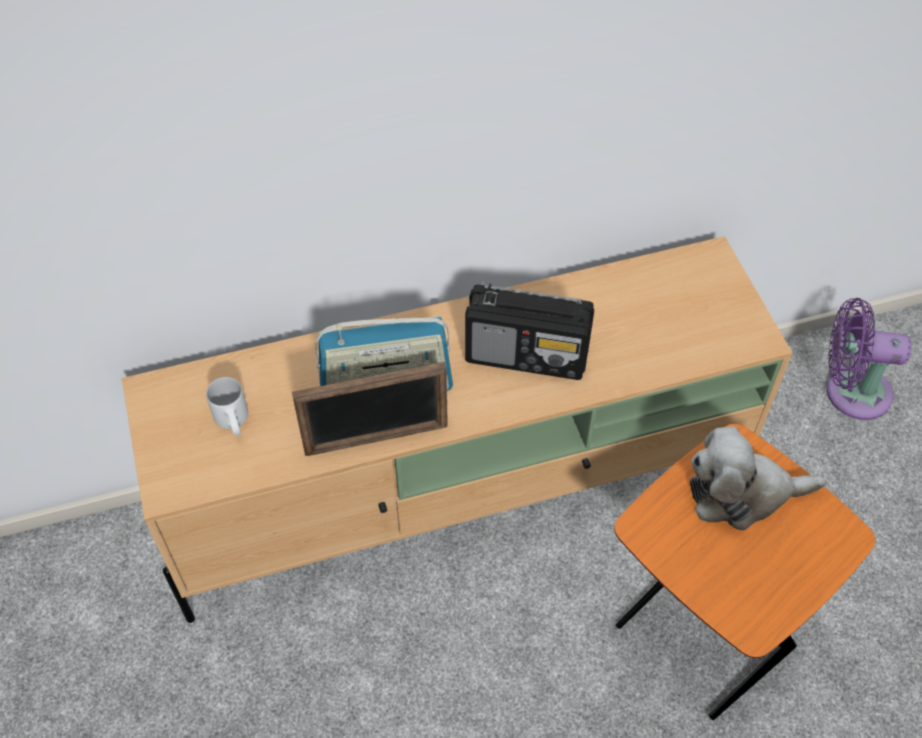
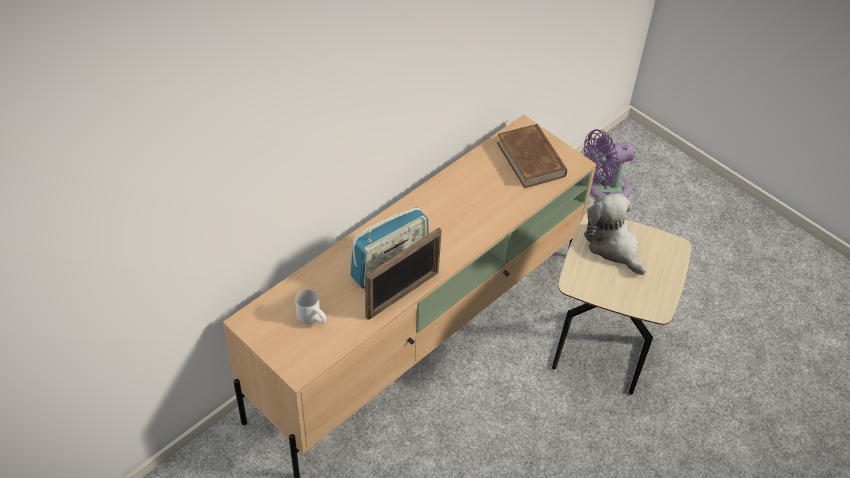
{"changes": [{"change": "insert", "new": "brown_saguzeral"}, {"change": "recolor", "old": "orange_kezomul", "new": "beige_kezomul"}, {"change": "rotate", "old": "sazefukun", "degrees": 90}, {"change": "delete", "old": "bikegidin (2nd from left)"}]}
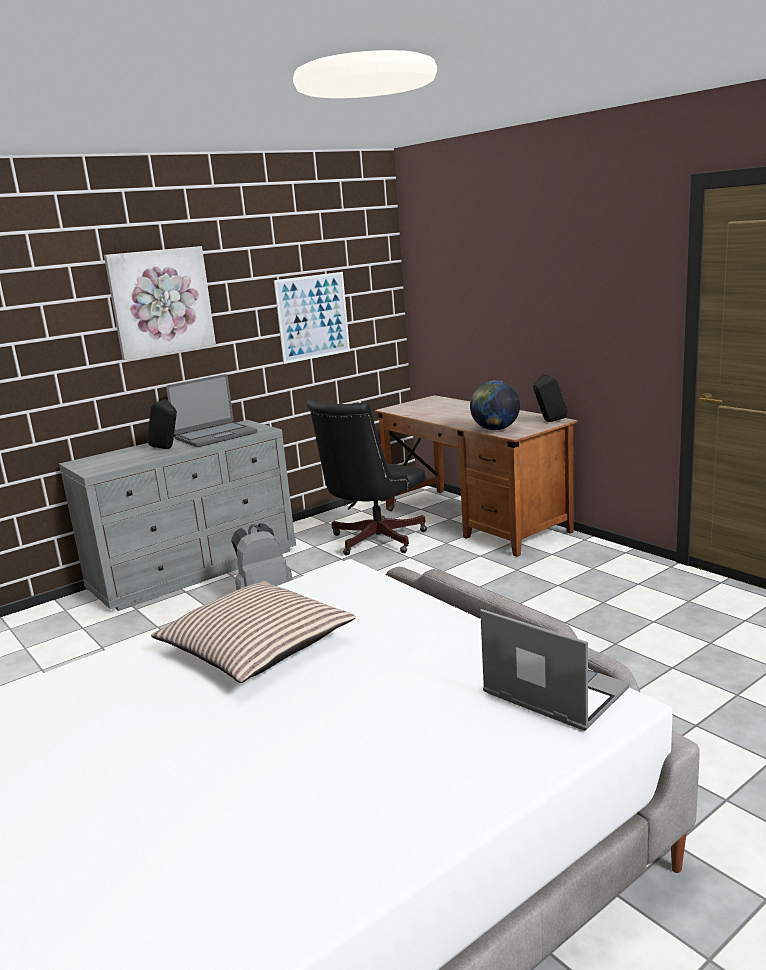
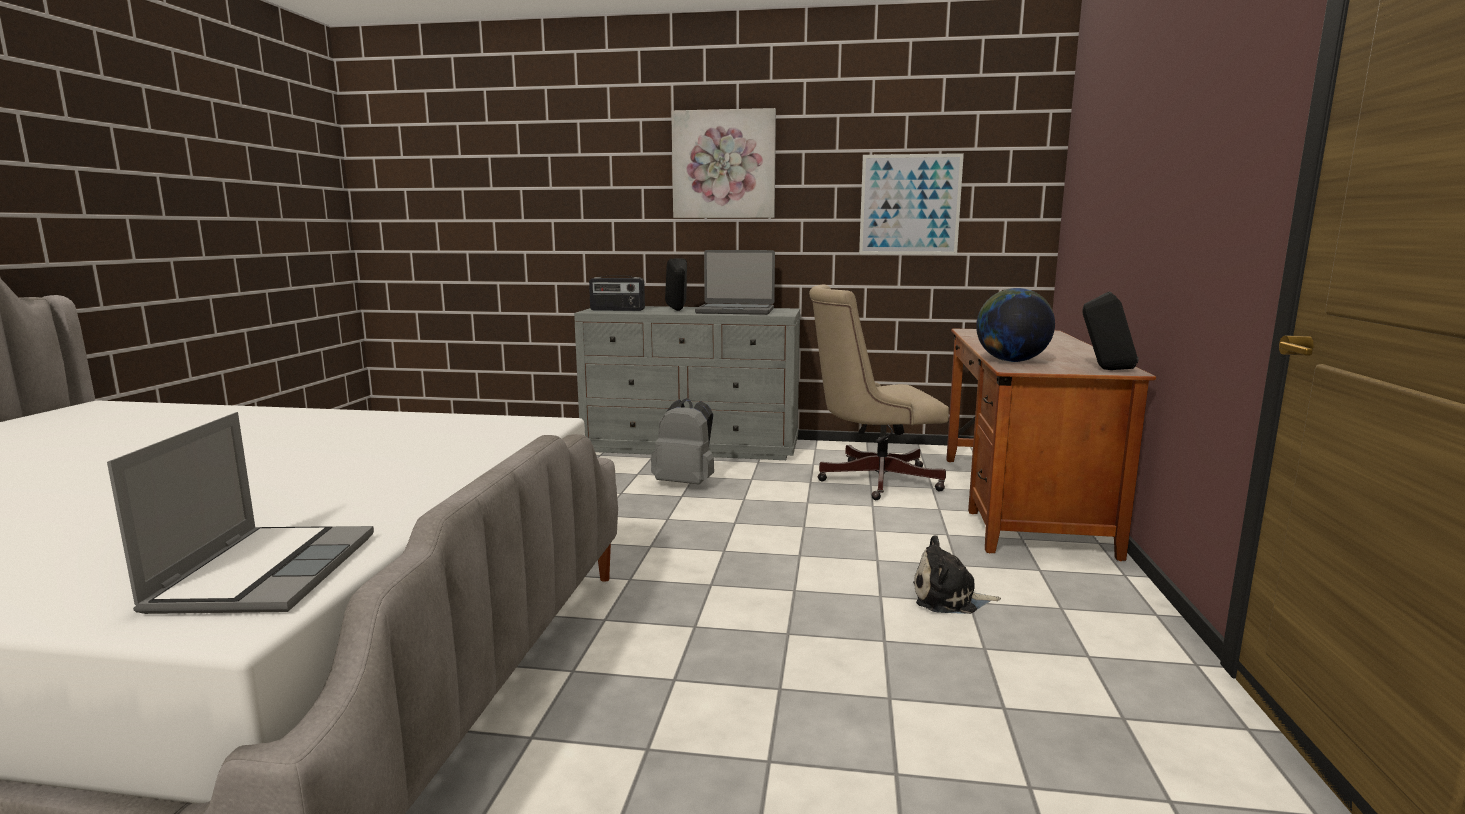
{"changes": [{"change": "insert", "new": "bikegidin"}, {"change": "recolor", "old": "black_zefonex", "new": "beige_zefonex"}, {"change": "insert", "new": "sazefukun"}, {"change": "delete", "old": "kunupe"}]}
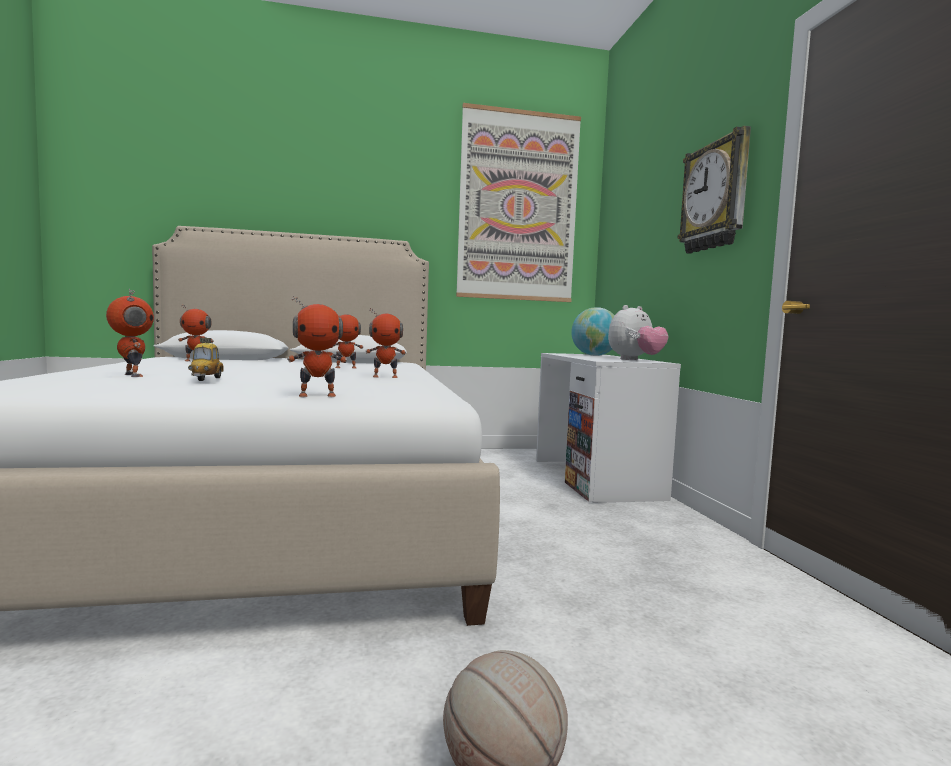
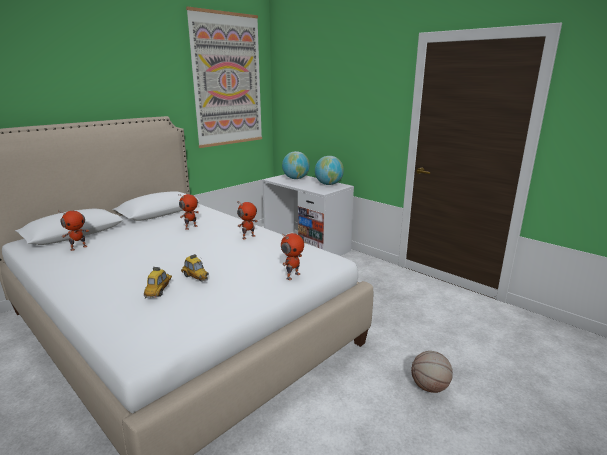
{"changes": [{"change": "replace", "old": "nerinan (1st from left)", "new": "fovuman (1st from left)"}, {"change": "replace", "old": "sazefukun", "new": "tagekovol (2nd from left)"}, {"change": "delete", "old": "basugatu"}]}
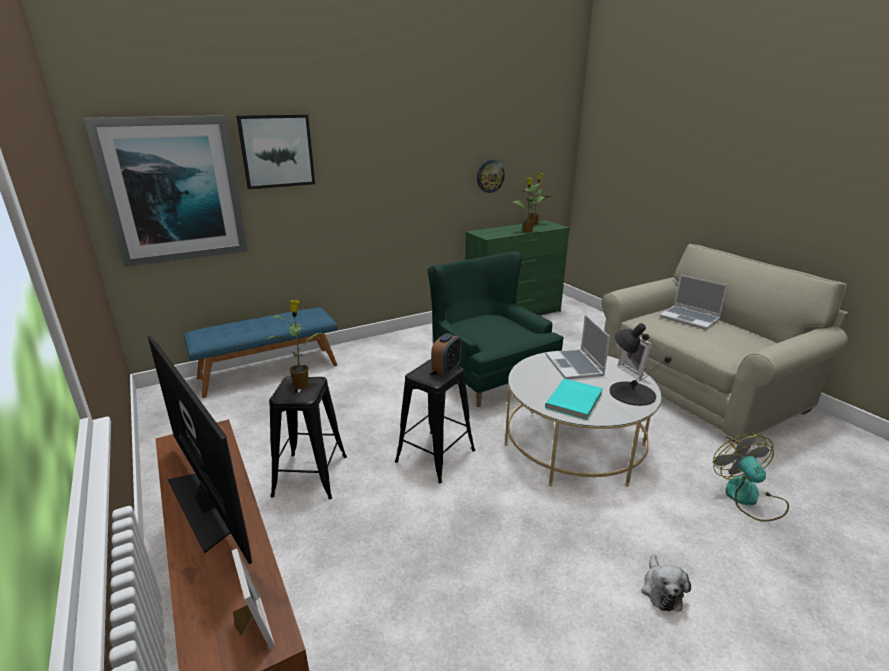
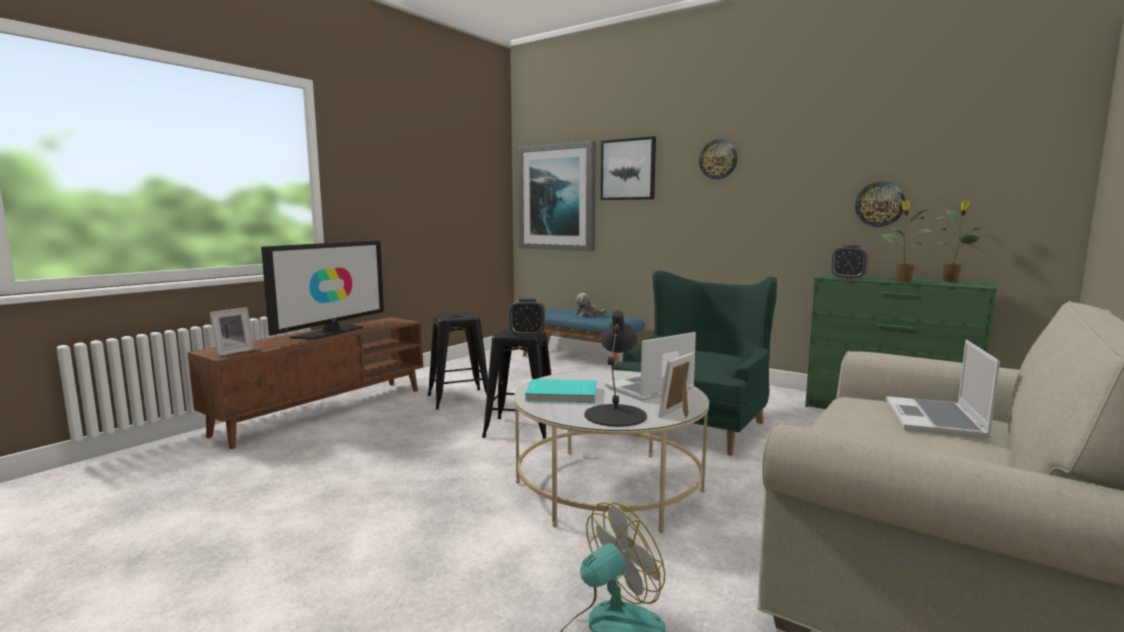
{"changes": [{"change": "move", "old": "sazefukun"}, {"change": "insert", "new": "basugatu (1st from left)"}, {"change": "insert", "new": "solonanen (2nd from left)"}, {"change": "delete", "old": "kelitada (1st from left)"}]}
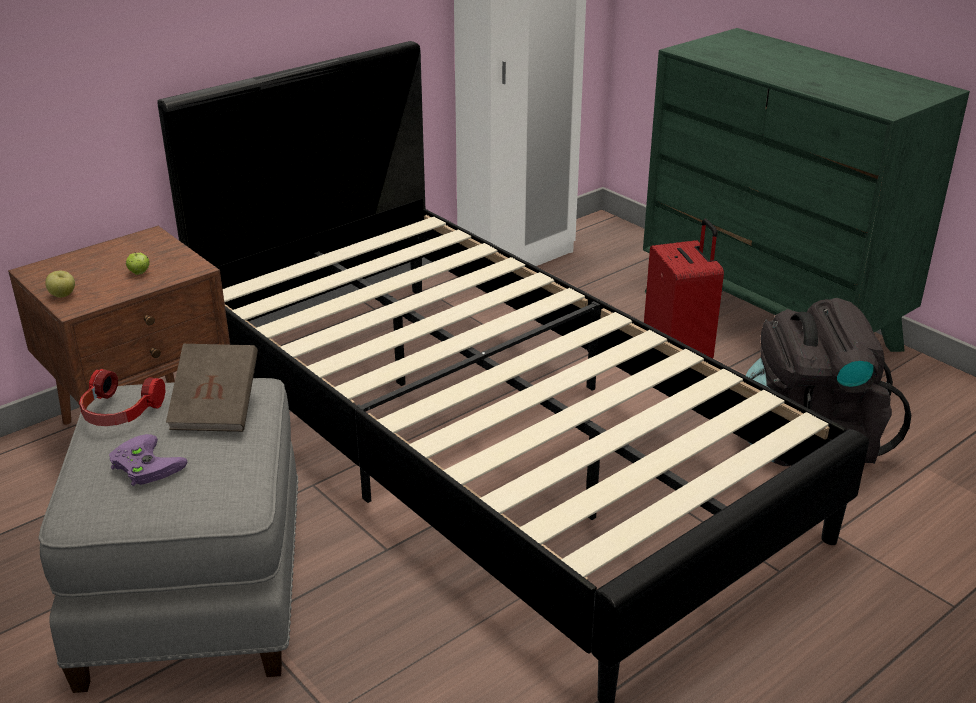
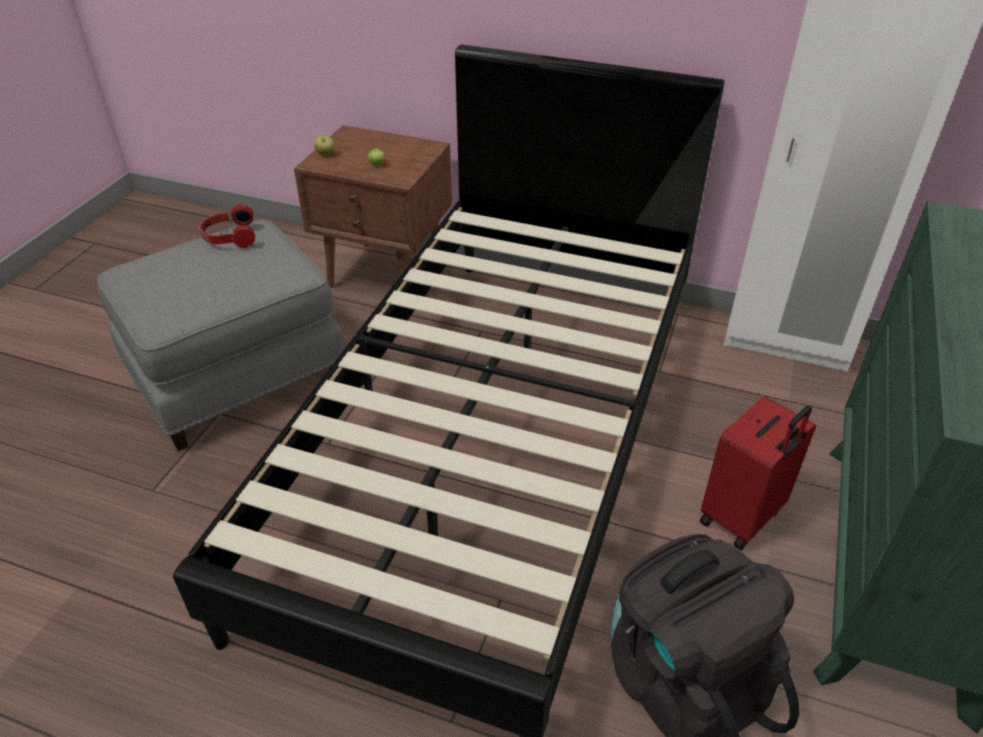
{"changes": [{"change": "delete", "old": "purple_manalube"}, {"change": "delete", "old": "brown_saguzeral"}]}
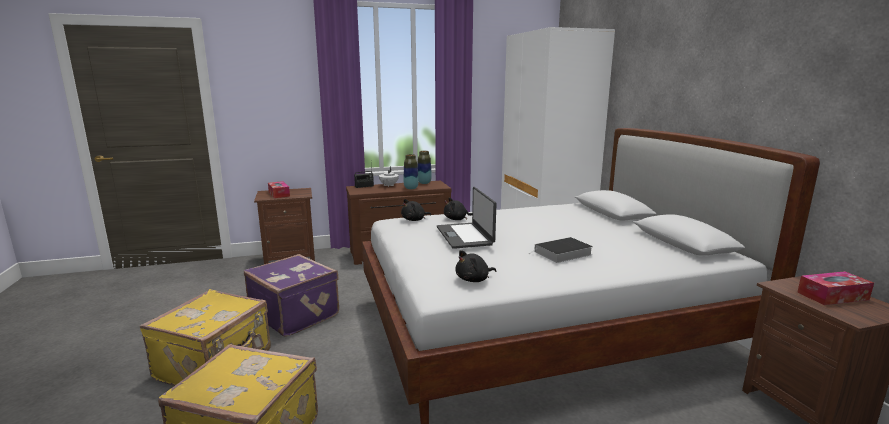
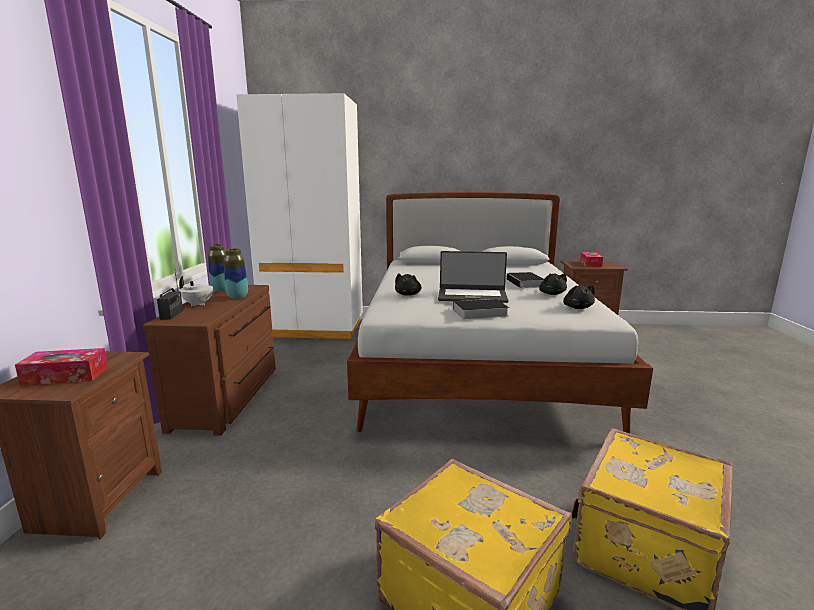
{"changes": [{"change": "insert", "new": "saguzeral (1st from left)"}, {"change": "move", "old": "black_sazefukun (1st from left in the first image)", "new": "black_sazefukun (2nd from left)"}, {"change": "delete", "old": "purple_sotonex"}]}
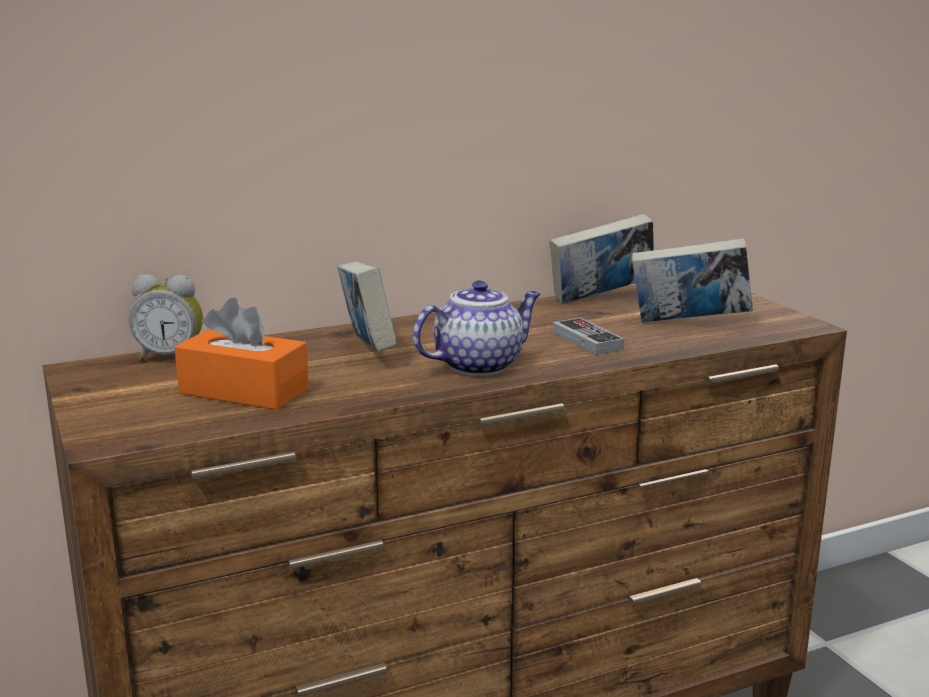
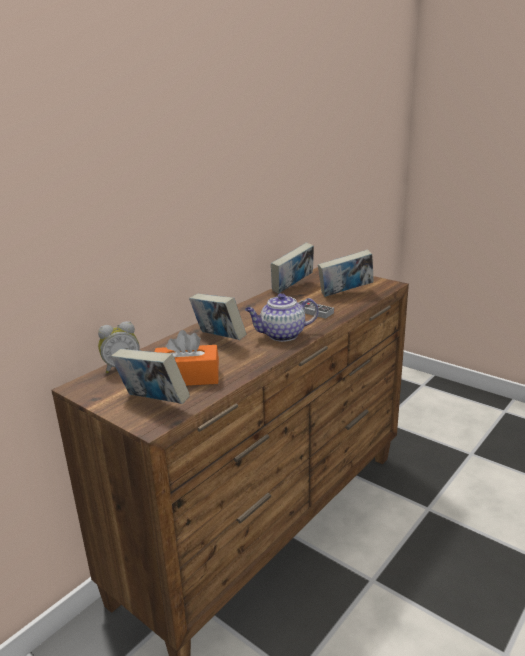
{"changes": [{"change": "insert", "new": "saguzeral (1st from left)"}, {"change": "rotate", "old": "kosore", "degrees": -135}]}
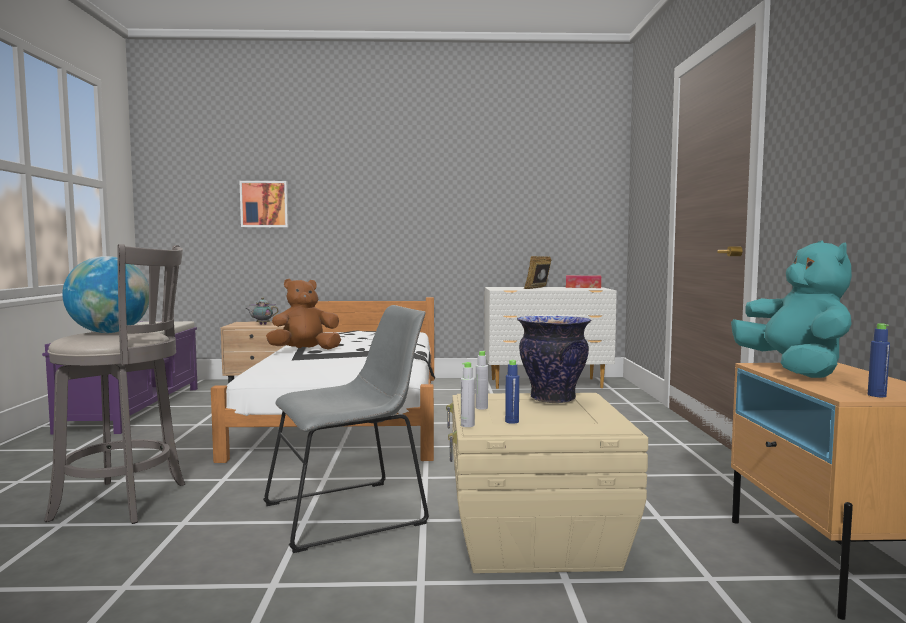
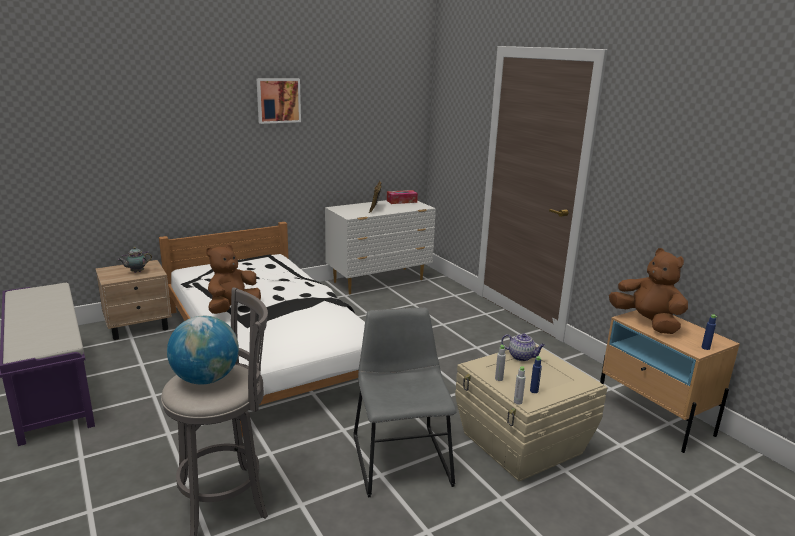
{"changes": [{"change": "move", "old": "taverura"}, {"change": "rotate", "old": "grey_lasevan", "degrees": -45}, {"change": "replace", "old": "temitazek", "new": "kosore (2nd from left)"}, {"change": "recolor", "old": "turquoise_sazefukun", "new": "brown_sazefukun (2nd from left)"}]}
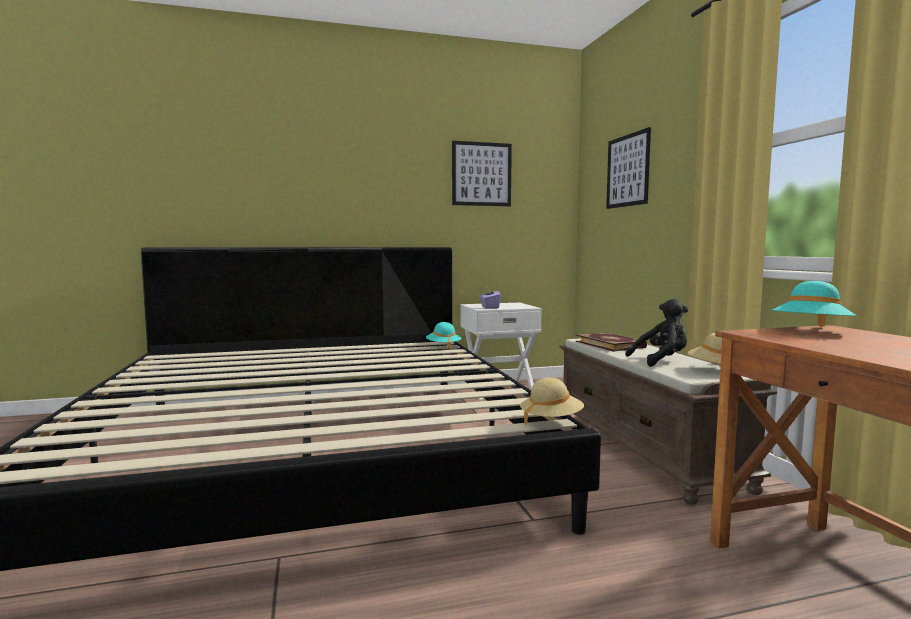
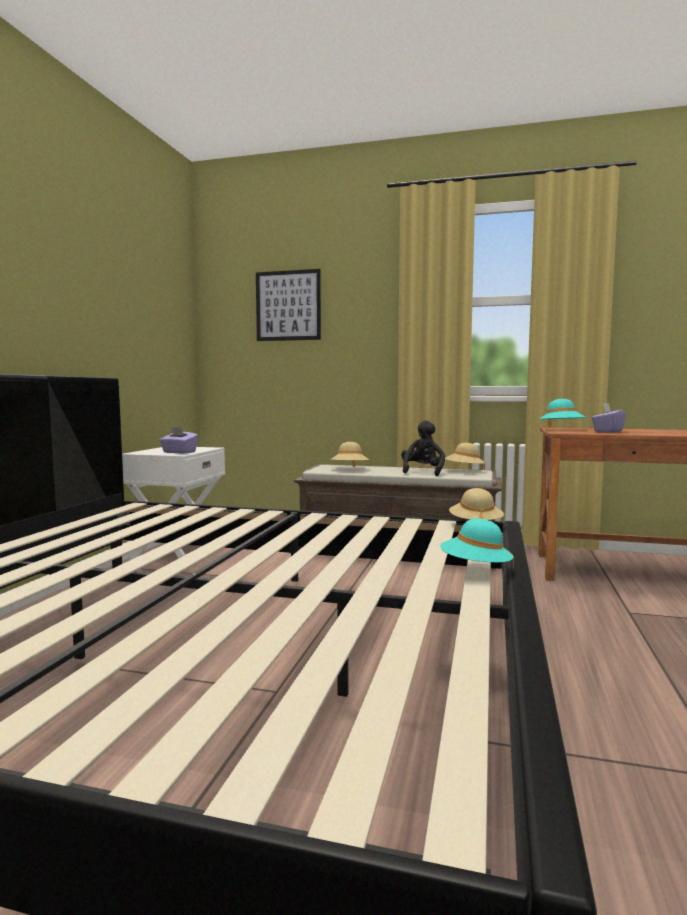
{"changes": [{"change": "replace", "old": "saguzeral", "new": "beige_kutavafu (1st from left)"}, {"change": "move", "old": "turquoise_kutavafu (1st from left)"}, {"change": "insert", "new": "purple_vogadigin (2nd from left)"}, {"change": "delete", "old": "taverura (1st from left)"}]}
